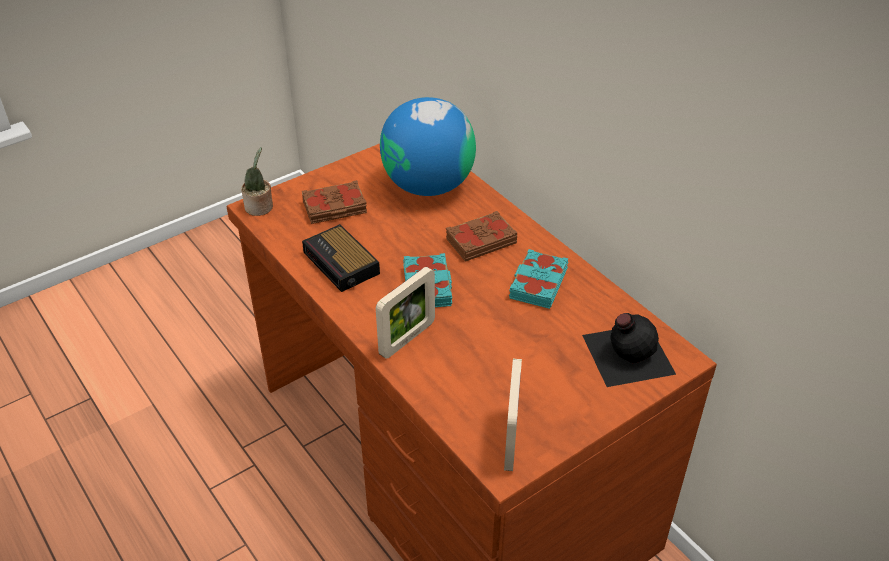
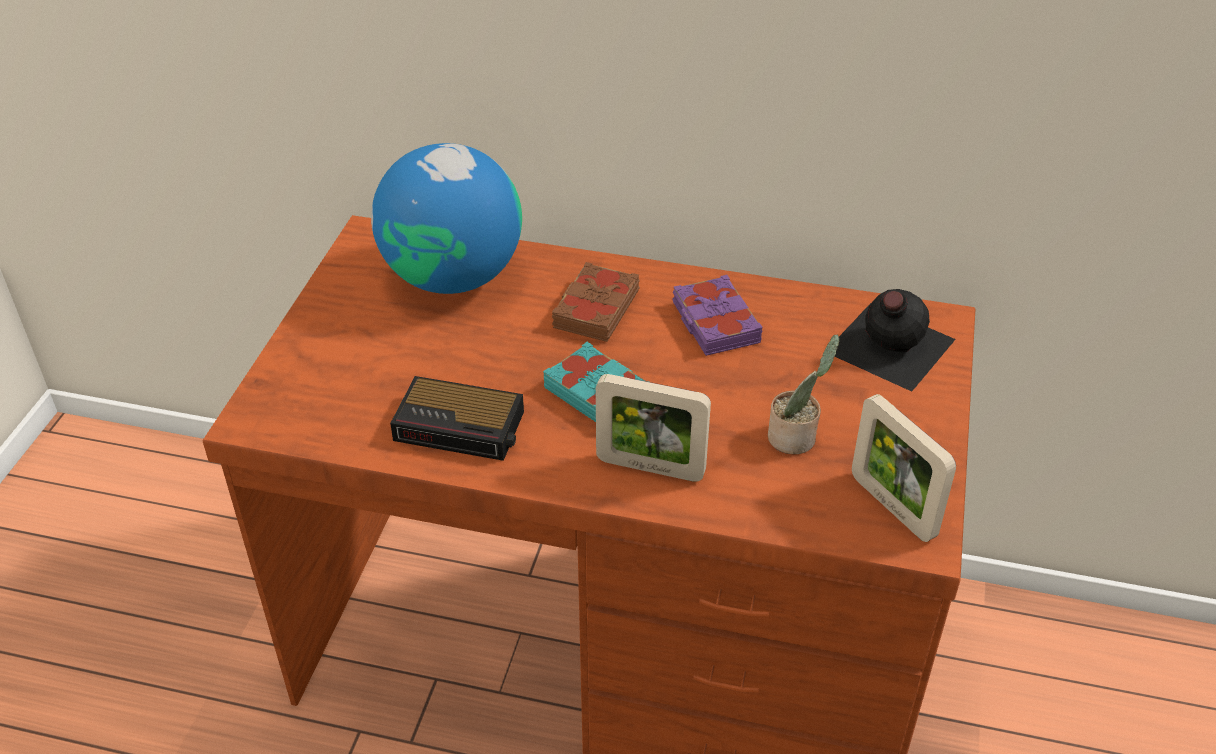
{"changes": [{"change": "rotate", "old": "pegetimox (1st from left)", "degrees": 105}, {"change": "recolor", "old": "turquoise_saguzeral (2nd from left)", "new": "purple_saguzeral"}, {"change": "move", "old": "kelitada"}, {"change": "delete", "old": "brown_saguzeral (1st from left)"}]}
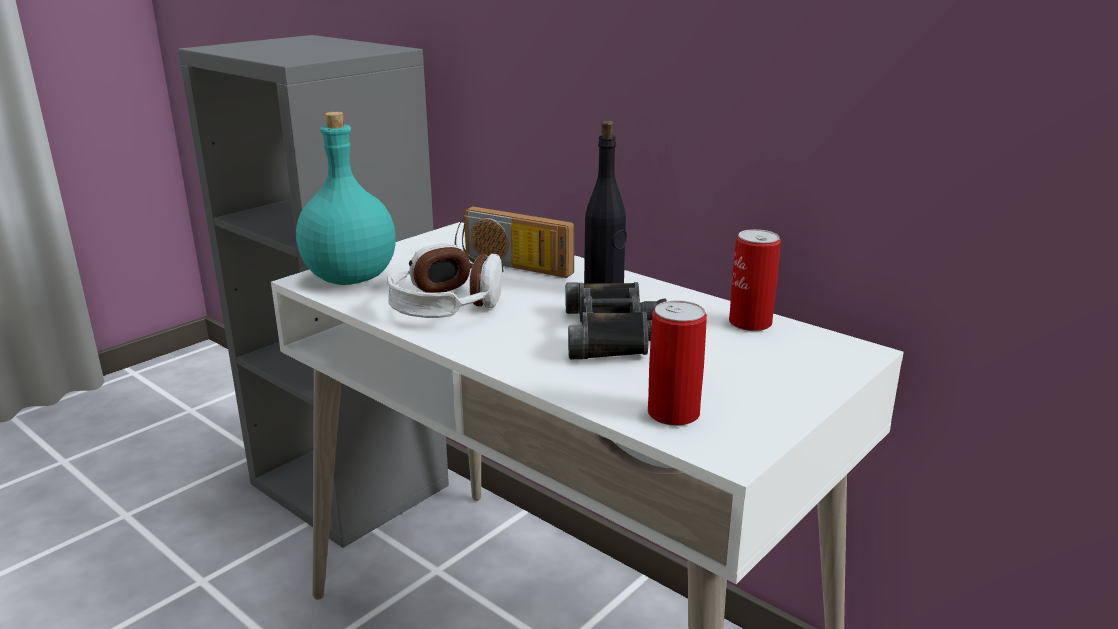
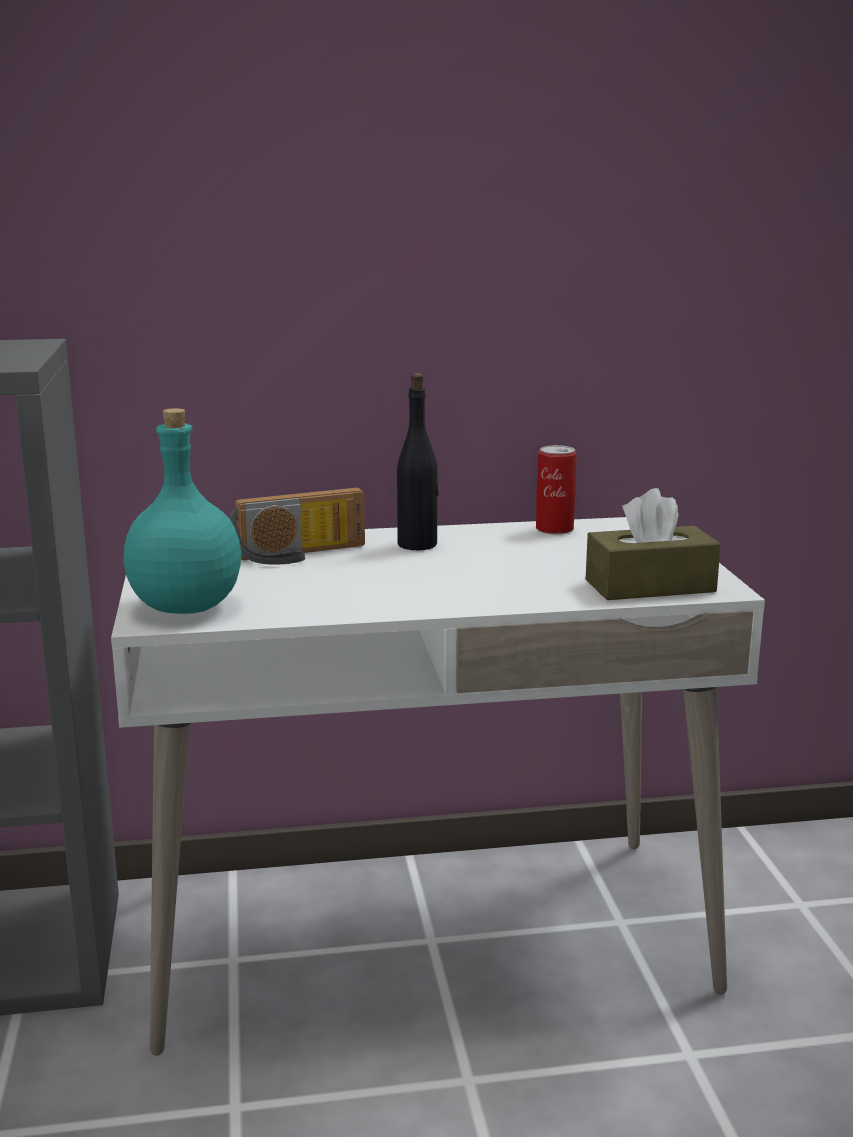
{"changes": [{"change": "replace", "old": "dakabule (1st from left)", "new": "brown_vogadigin"}, {"change": "delete", "old": "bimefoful"}, {"change": "delete", "old": "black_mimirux"}]}
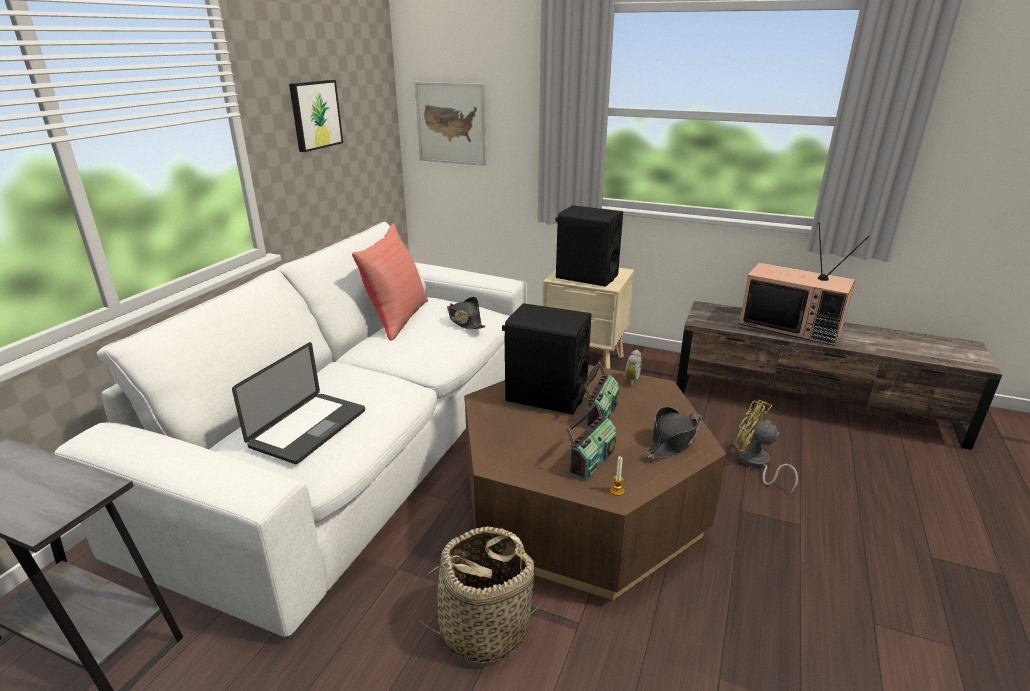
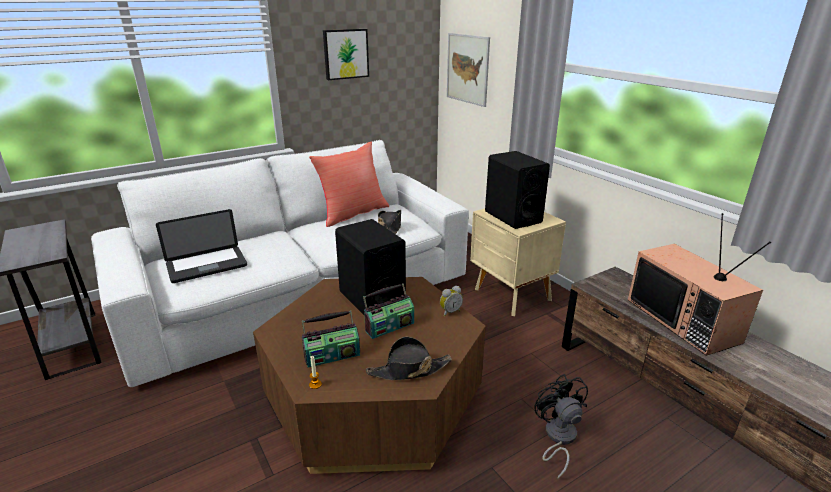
{"changes": [{"change": "recolor", "old": "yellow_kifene", "new": "black_kifene"}, {"change": "delete", "old": "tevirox"}]}
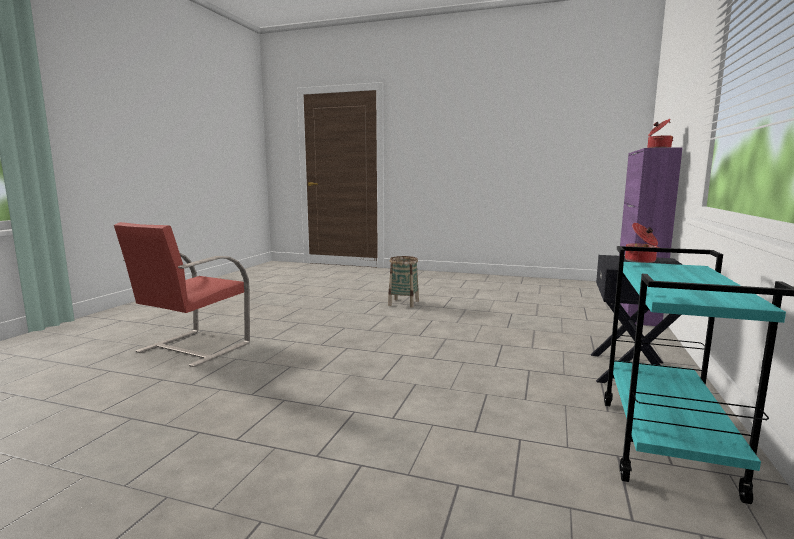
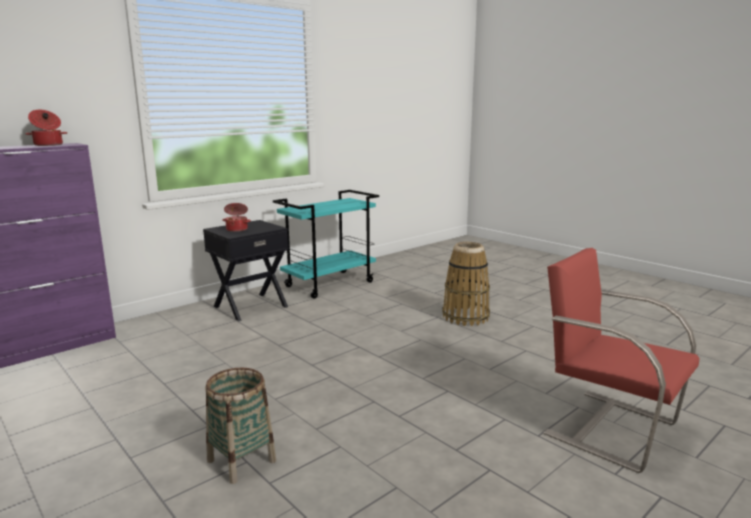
{"changes": [{"change": "insert", "new": "tevirox (2nd from left)"}, {"change": "rotate", "old": "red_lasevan", "degrees": -105}]}
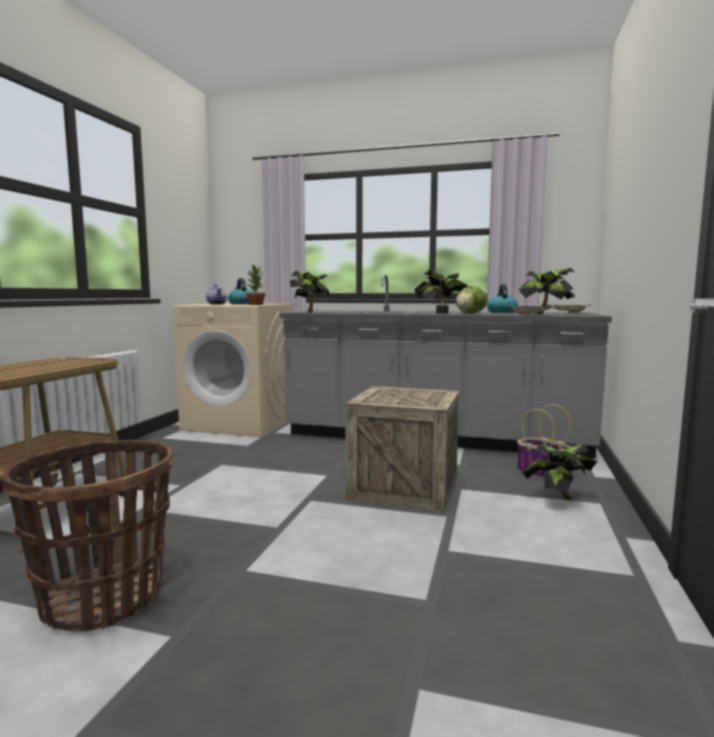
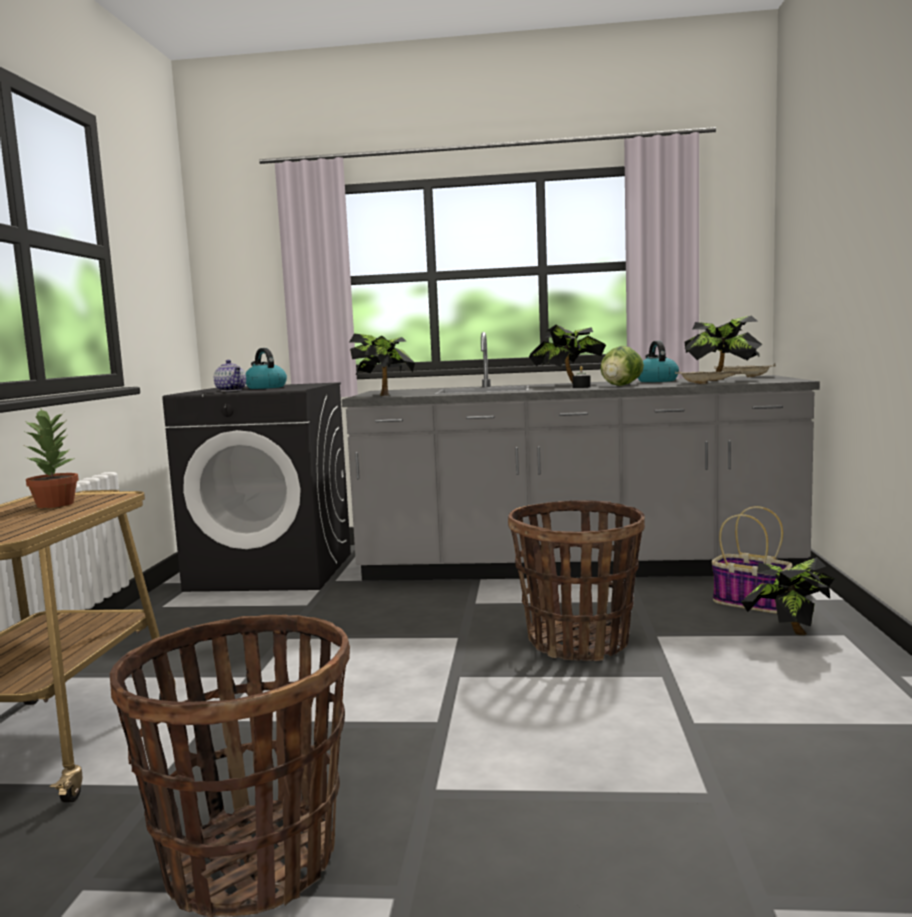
{"changes": [{"change": "move", "old": "kelitada (1st from left)"}, {"change": "recolor", "old": "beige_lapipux", "new": "black_lapipux"}, {"change": "replace", "old": "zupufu", "new": "tevirox (2nd from left)"}]}
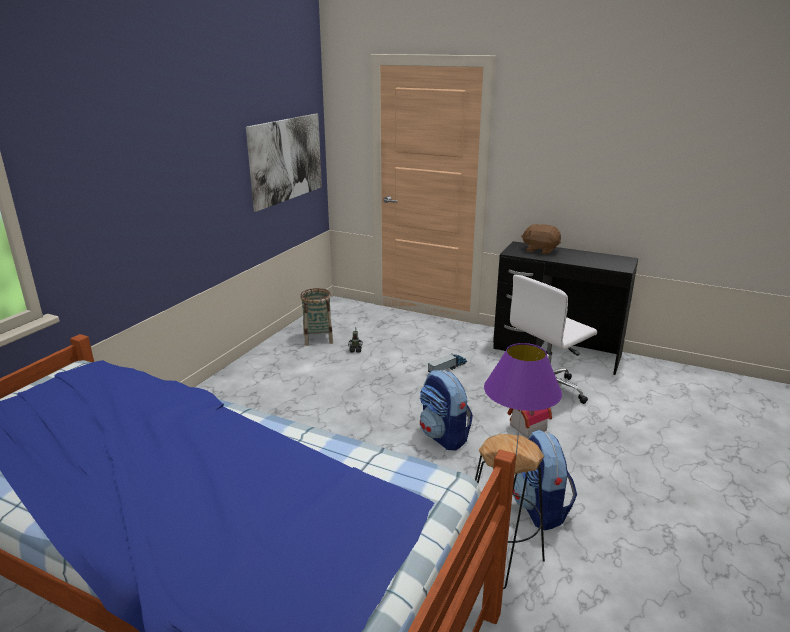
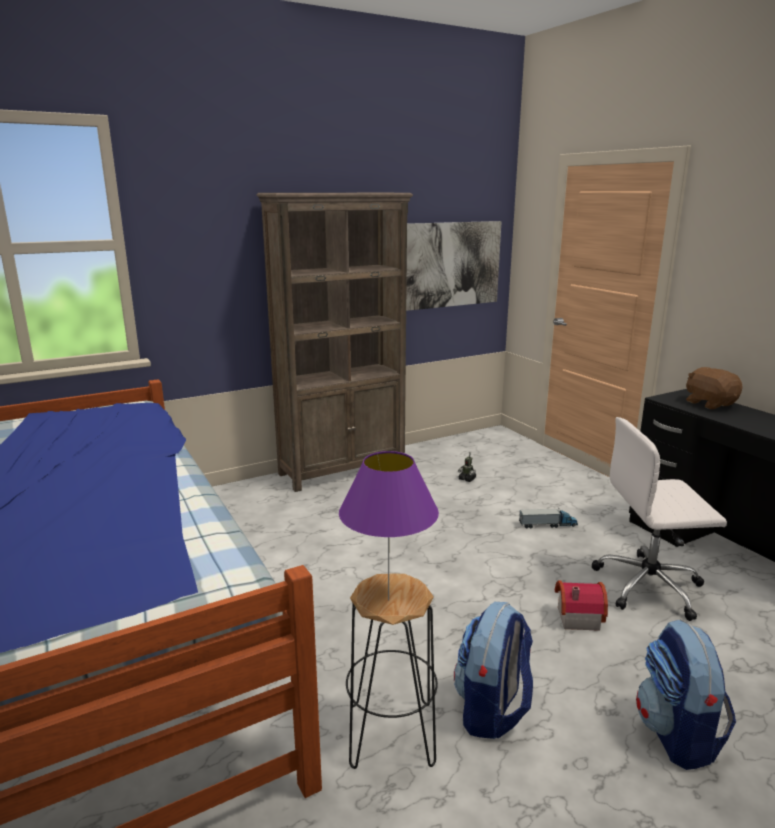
{"changes": [{"change": "insert", "new": "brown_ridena"}, {"change": "move", "old": "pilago (1st from left in the first image)", "new": "pilago (2nd from left)"}, {"change": "delete", "old": "tevirox"}]}
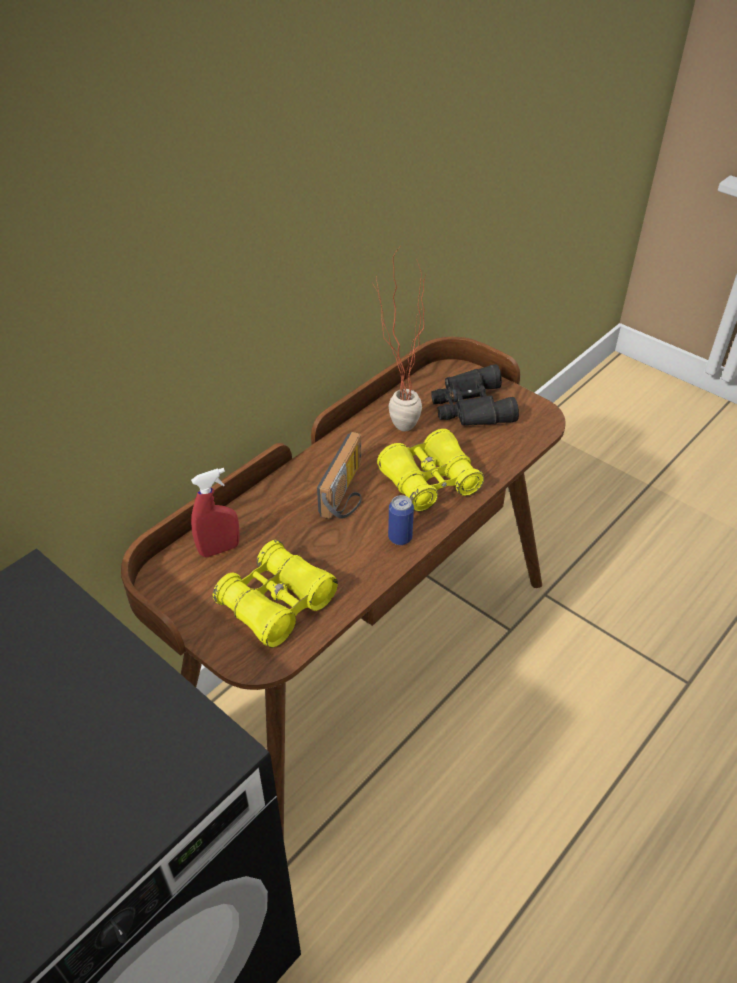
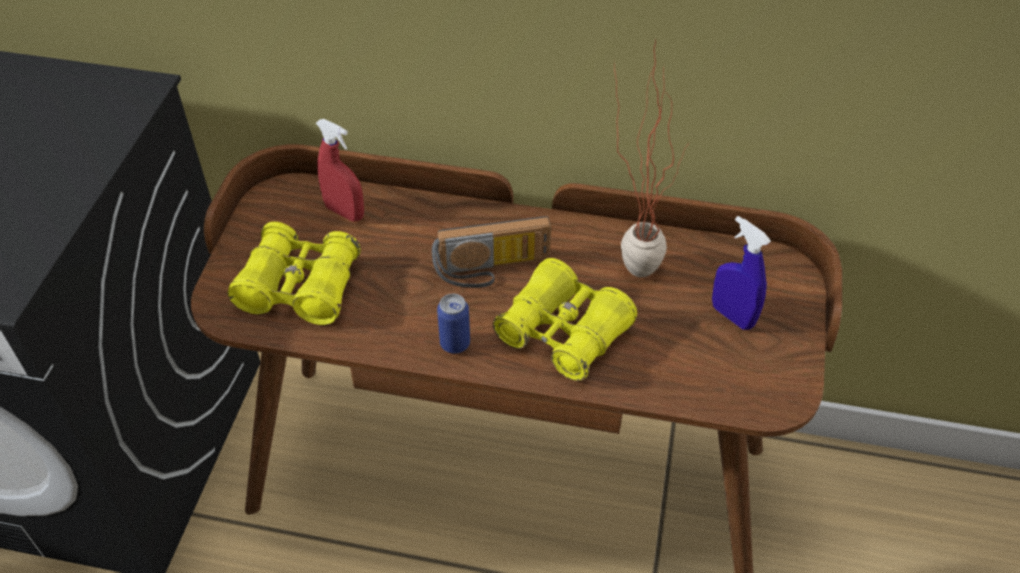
{"changes": [{"change": "replace", "old": "black_mimirux", "new": "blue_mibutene"}]}
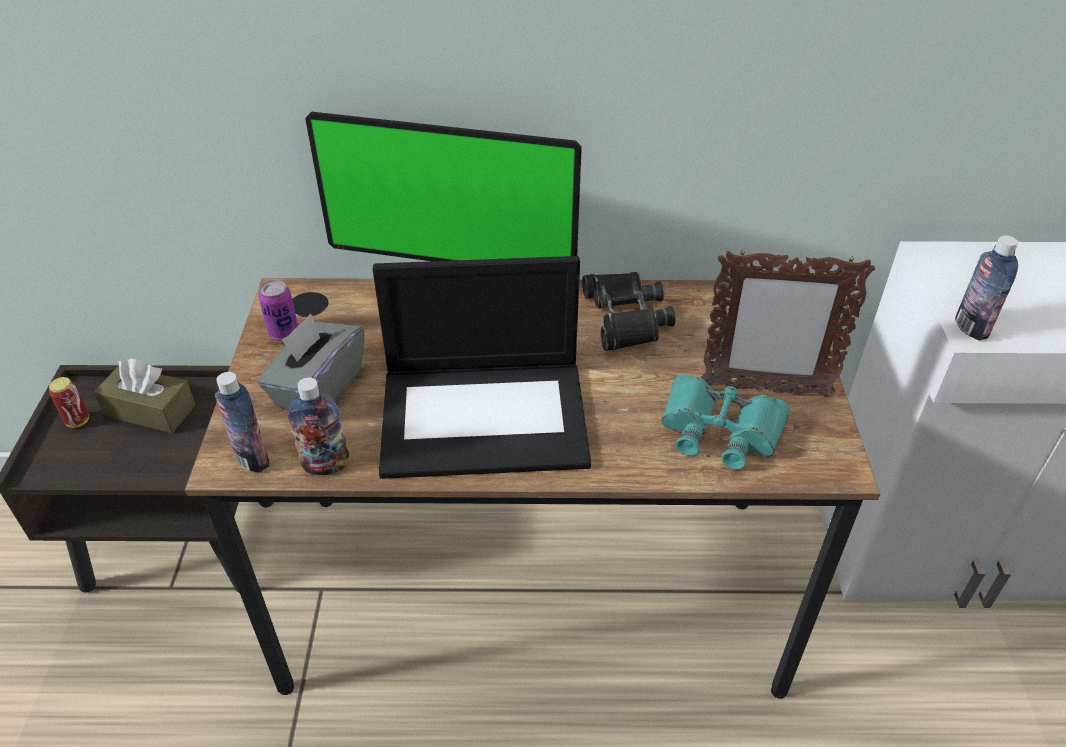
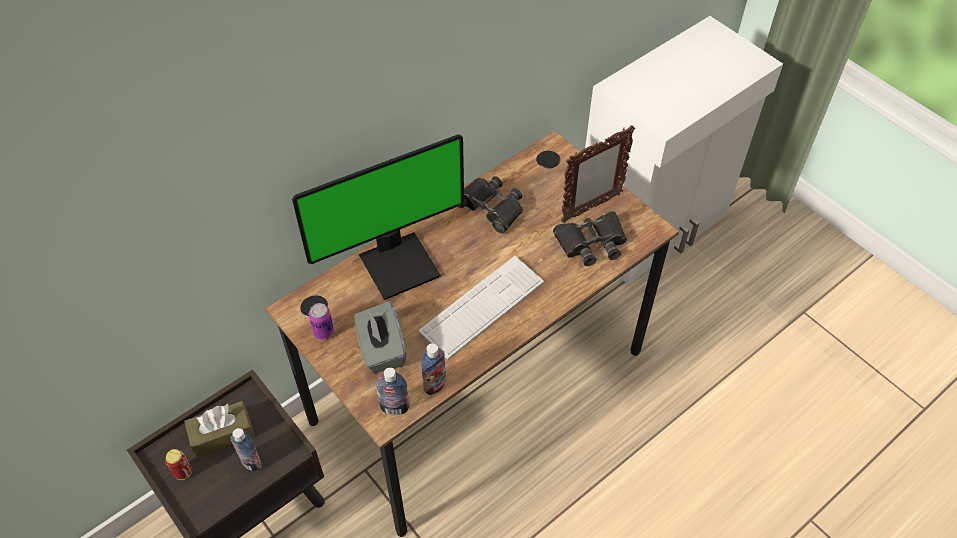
{"changes": [{"change": "move", "old": "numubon (3rd from left in the first image)", "new": "numubon (1st from left)"}, {"change": "replace", "old": "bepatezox", "new": "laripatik"}, {"change": "recolor", "old": "turquoise_mimirux", "new": "black_mimirux (2nd from left)"}]}
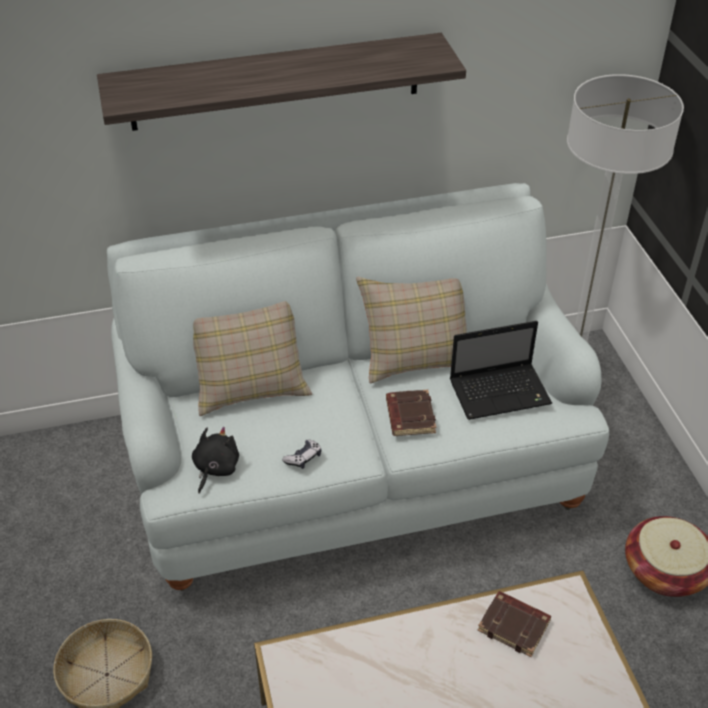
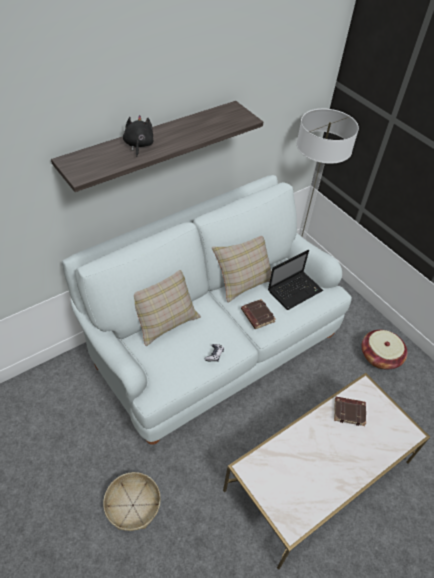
{"changes": [{"change": "move", "old": "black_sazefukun"}]}
